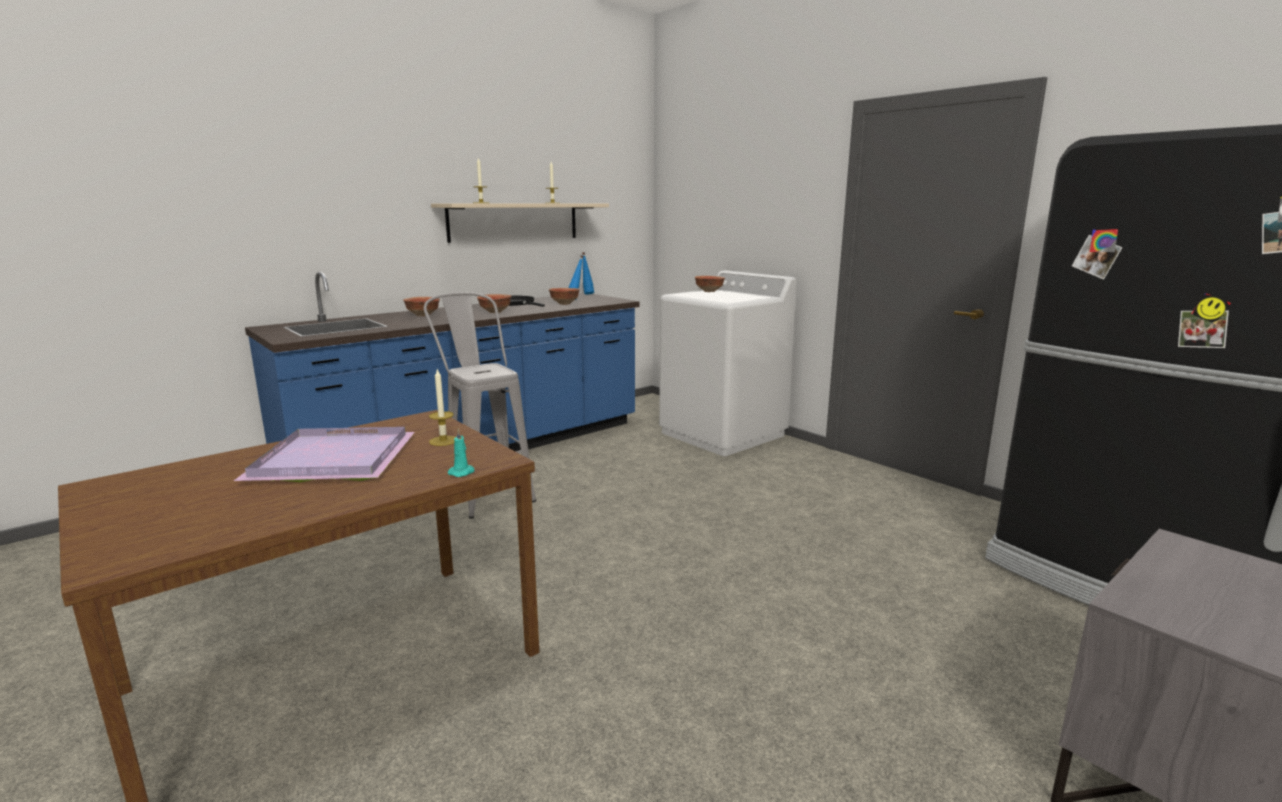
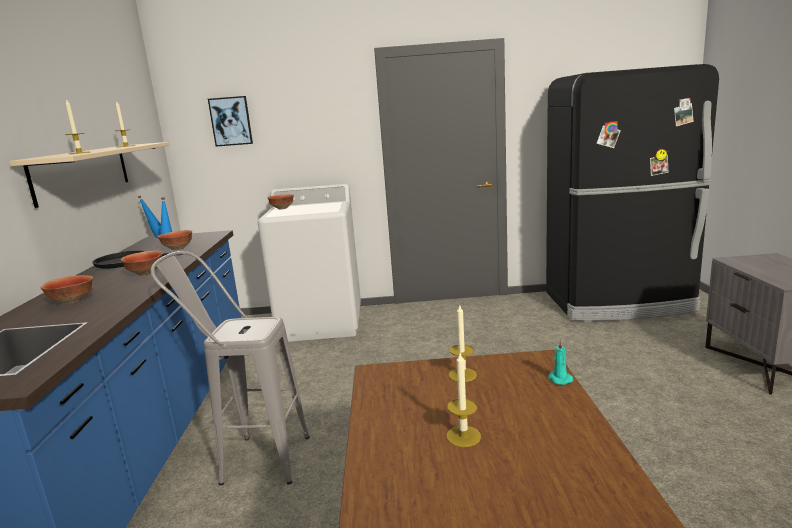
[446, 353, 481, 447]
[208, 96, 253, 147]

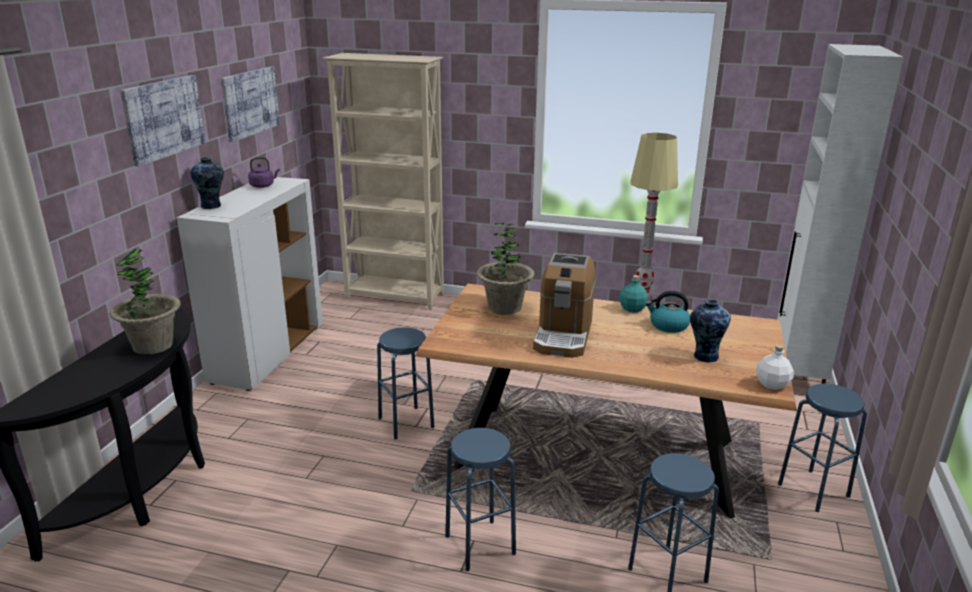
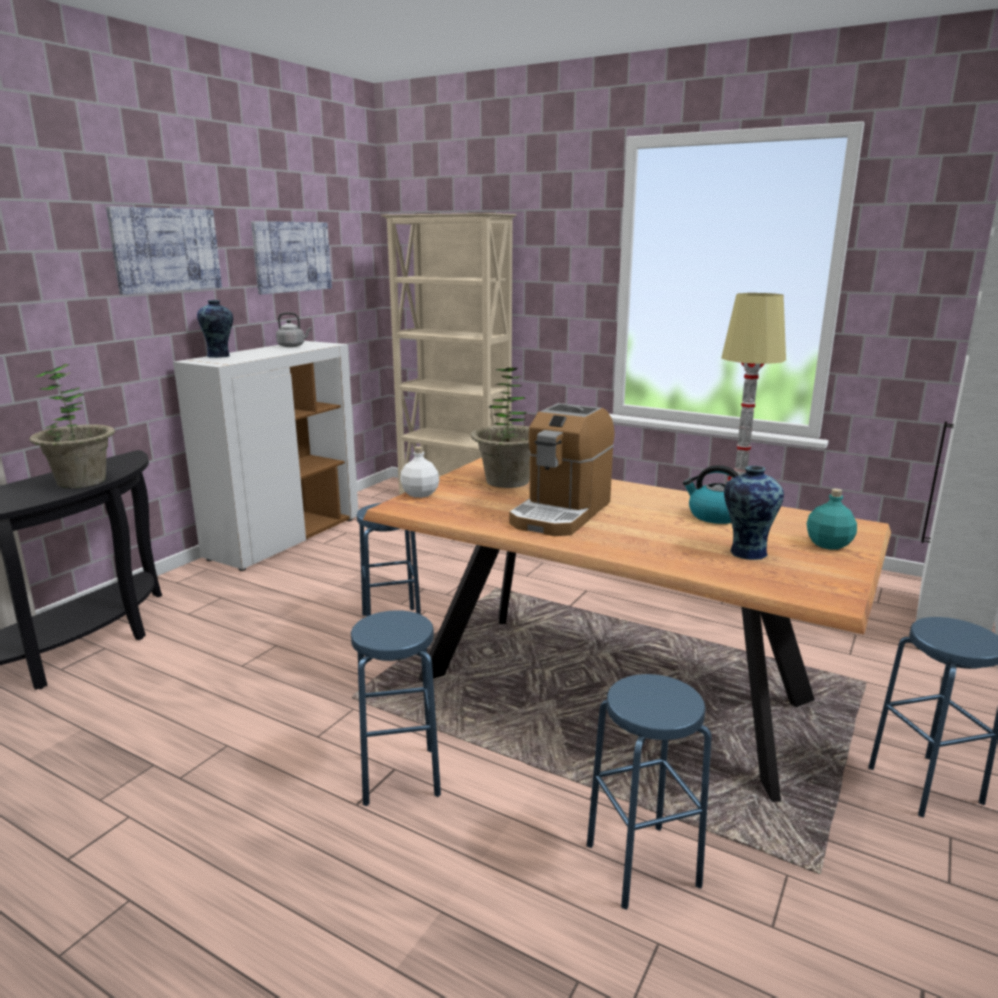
[276, 312, 311, 347]
[807, 489, 857, 550]
[400, 446, 439, 498]

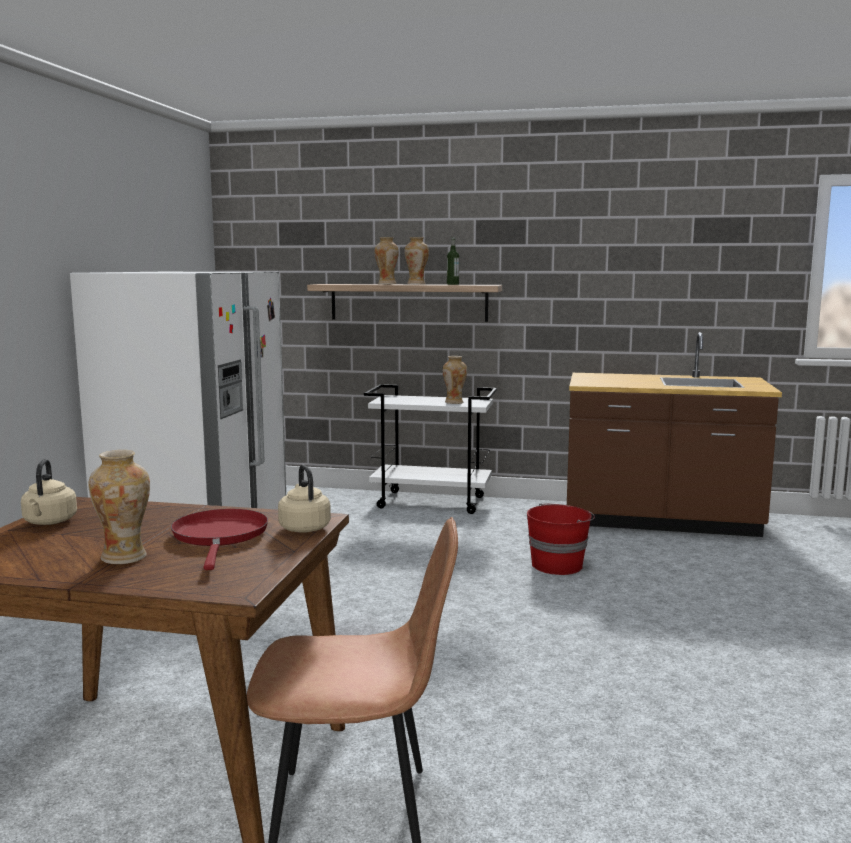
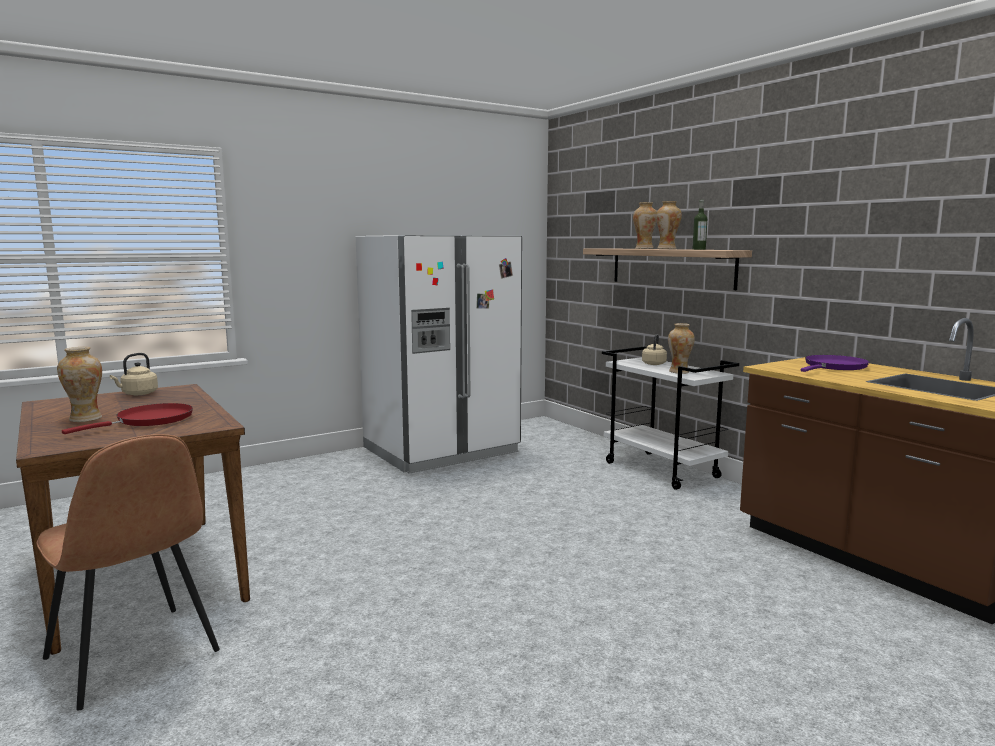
[642, 334, 667, 365]
[527, 503, 595, 575] (first image)
[801, 355, 869, 372]

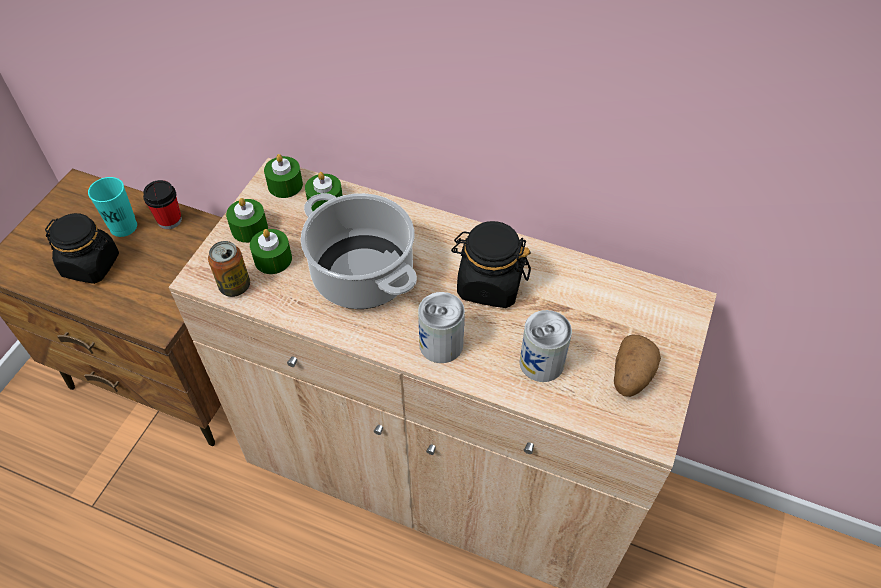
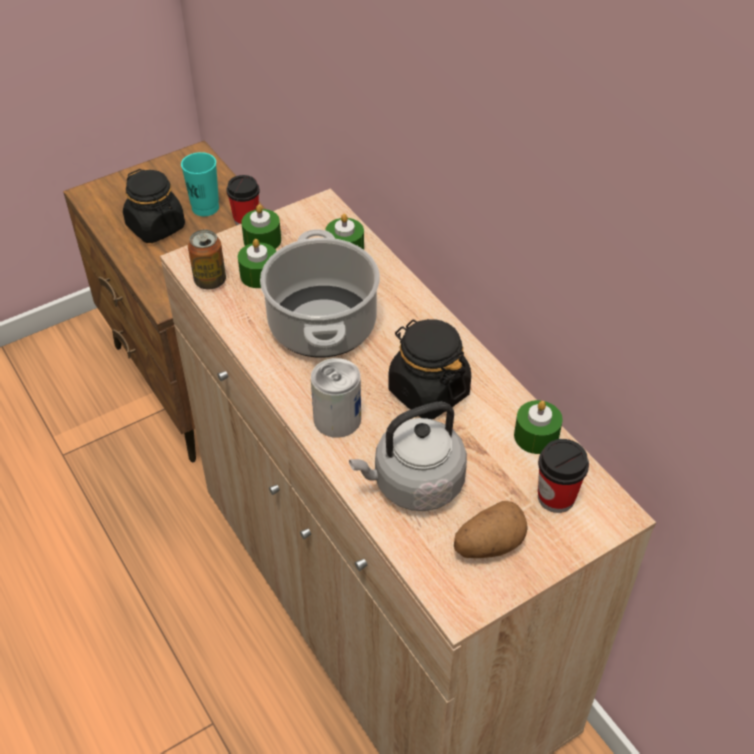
[514, 400, 563, 454]
[349, 401, 467, 511]
[538, 439, 589, 513]

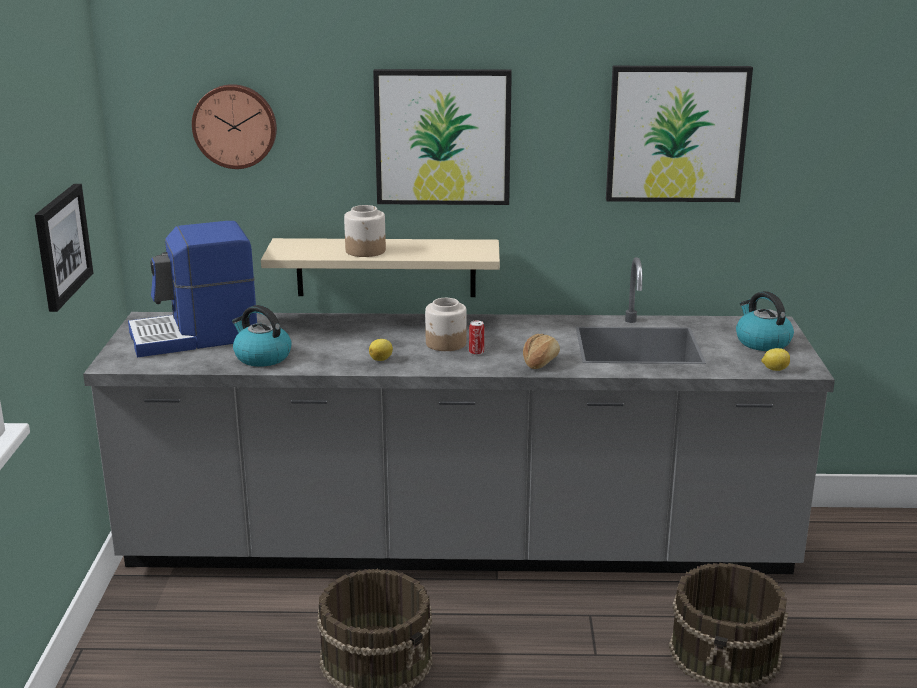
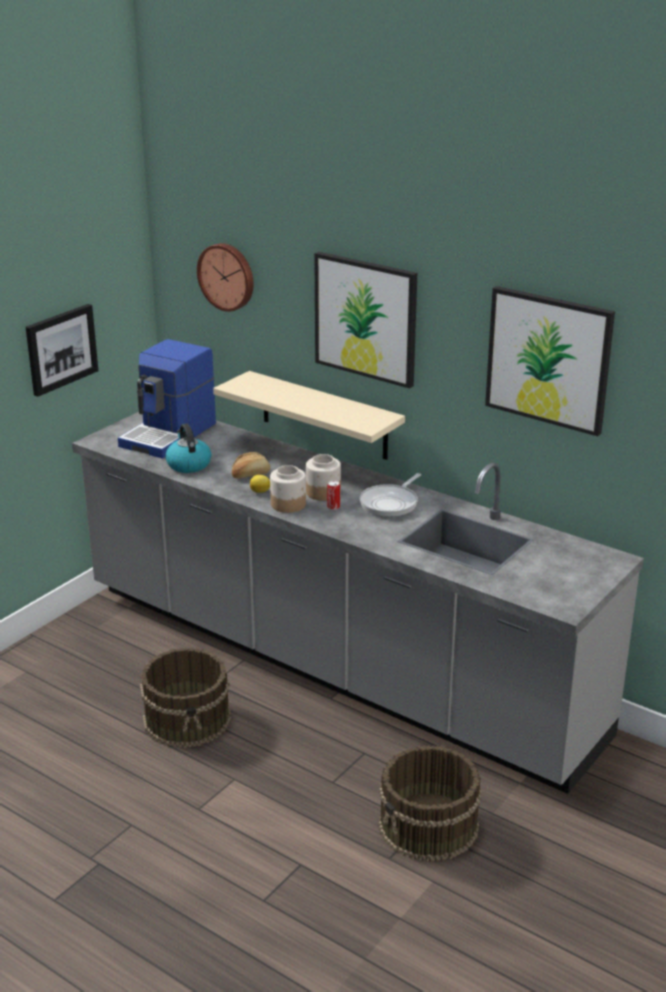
[118, 339, 216, 459]
[270, 465, 306, 513]
[232, 452, 270, 479]
[736, 291, 794, 351] (first image)
[761, 348, 790, 371] (first image)
[360, 473, 421, 517]

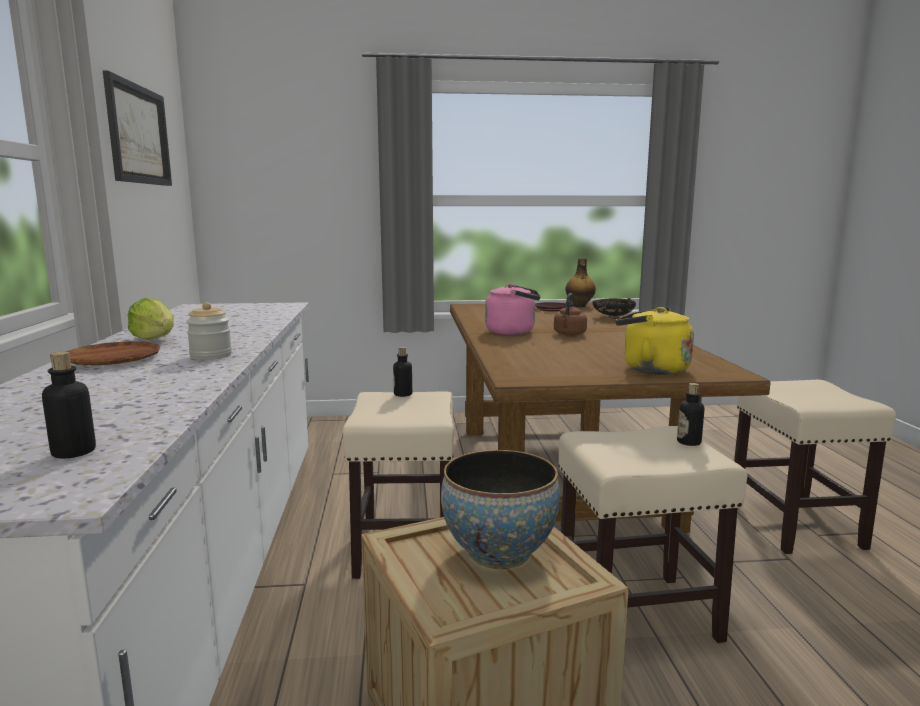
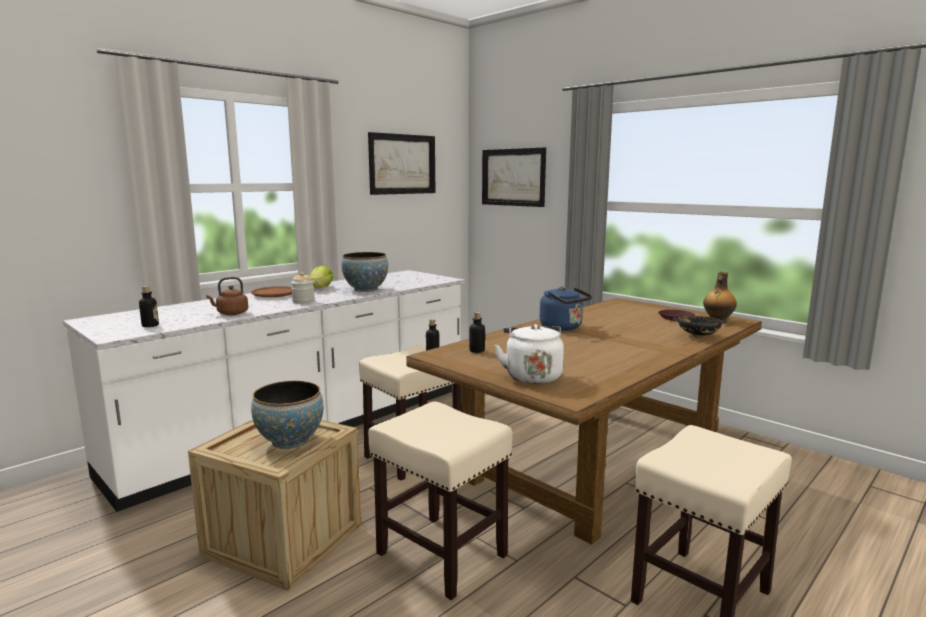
[540, 287, 592, 331]
[206, 277, 248, 315]
[495, 324, 564, 384]
[469, 312, 485, 353]
[342, 252, 388, 292]
[482, 147, 546, 207]

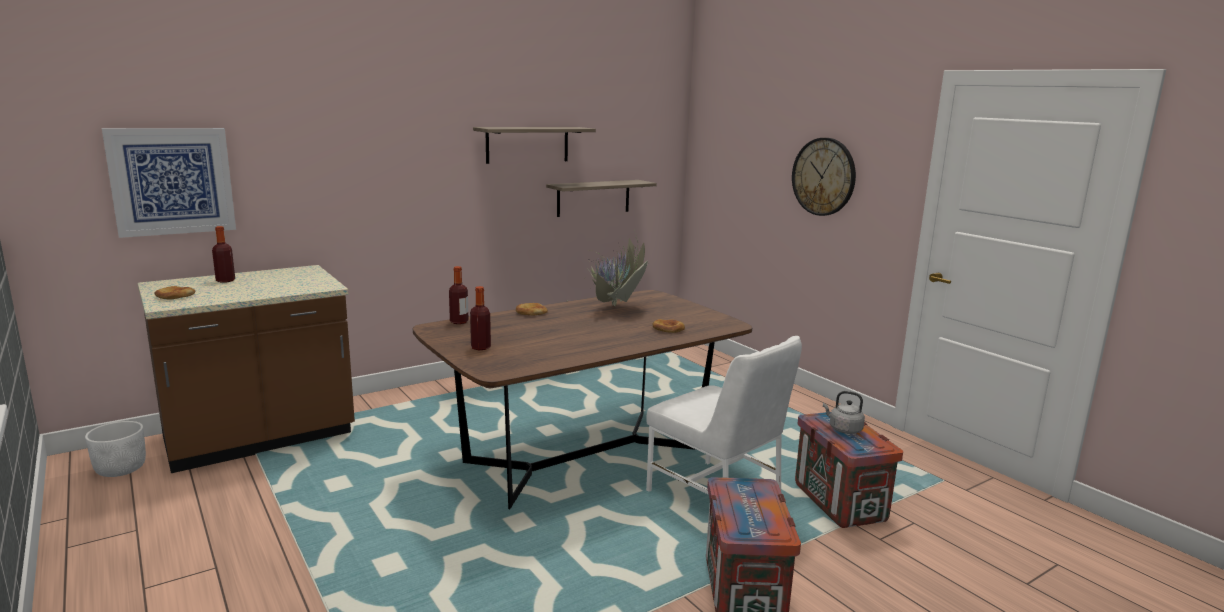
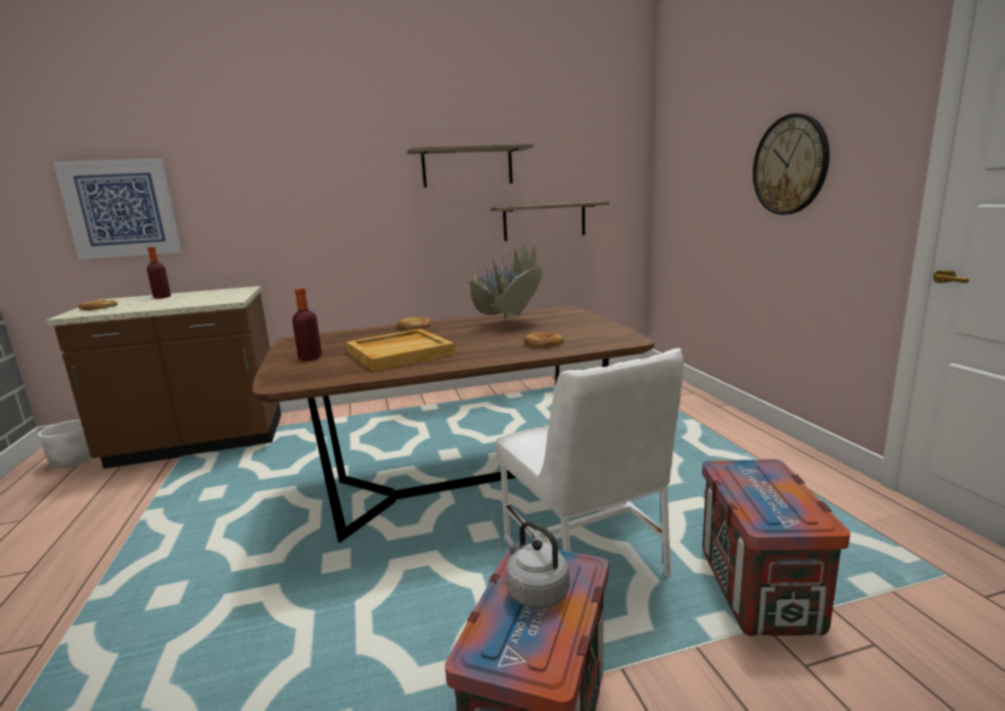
[449, 266, 469, 324] (first image)
[504, 521, 570, 609]
[346, 329, 455, 372]

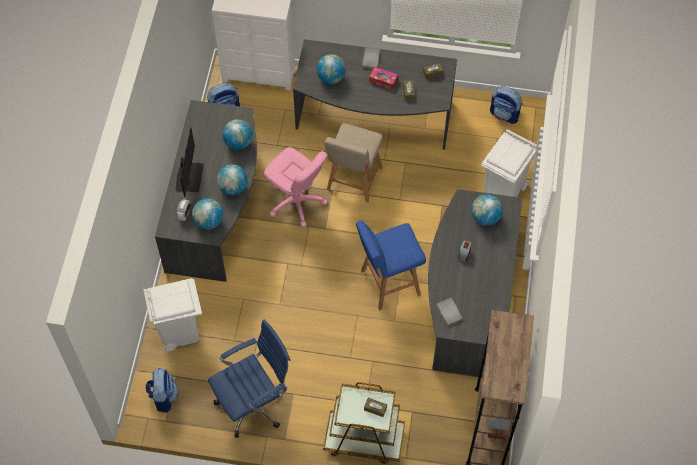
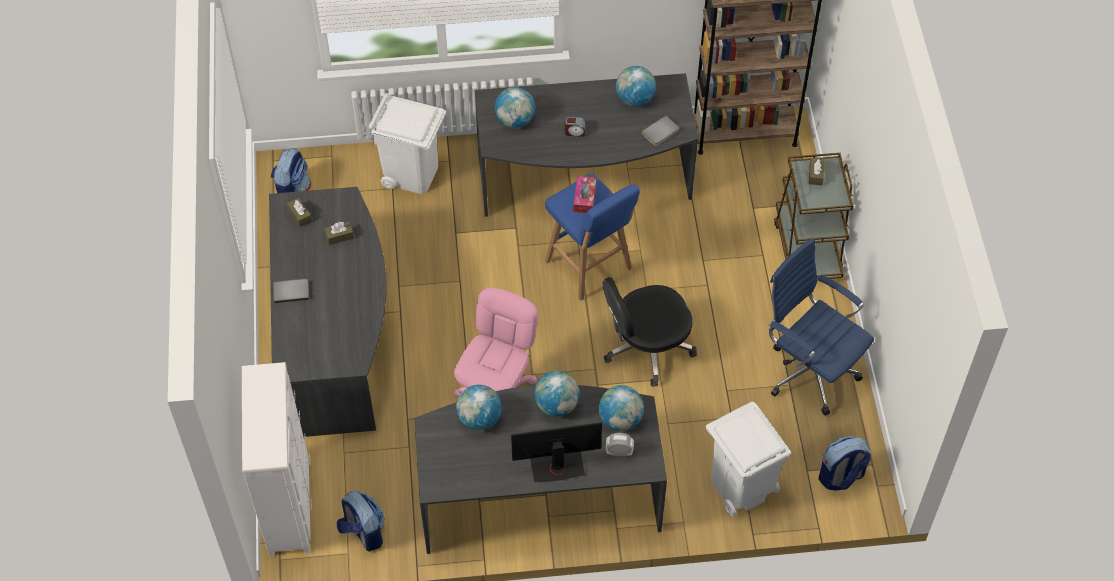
[616, 66, 656, 106]
[325, 123, 383, 202] (first image)
[573, 176, 597, 213]
[603, 277, 697, 387]

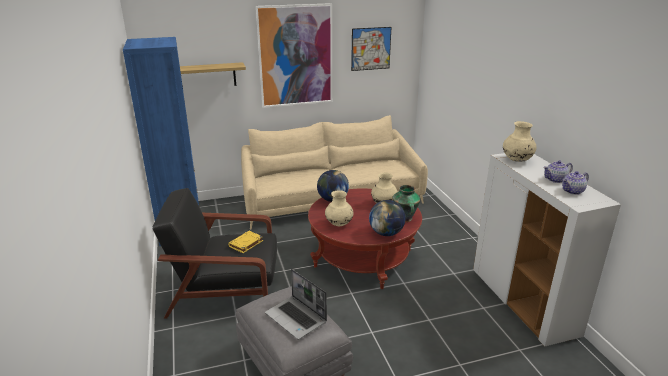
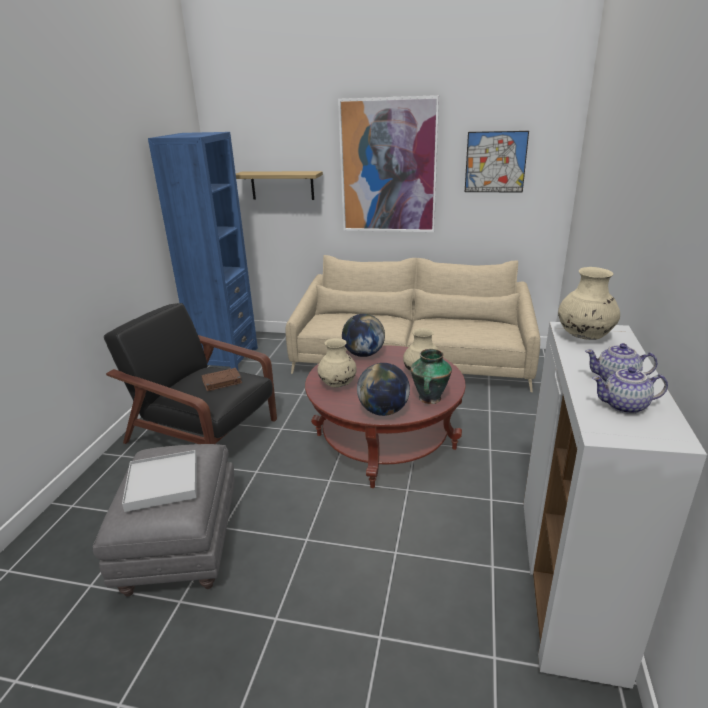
[202, 368, 242, 391]
[122, 450, 197, 512]

